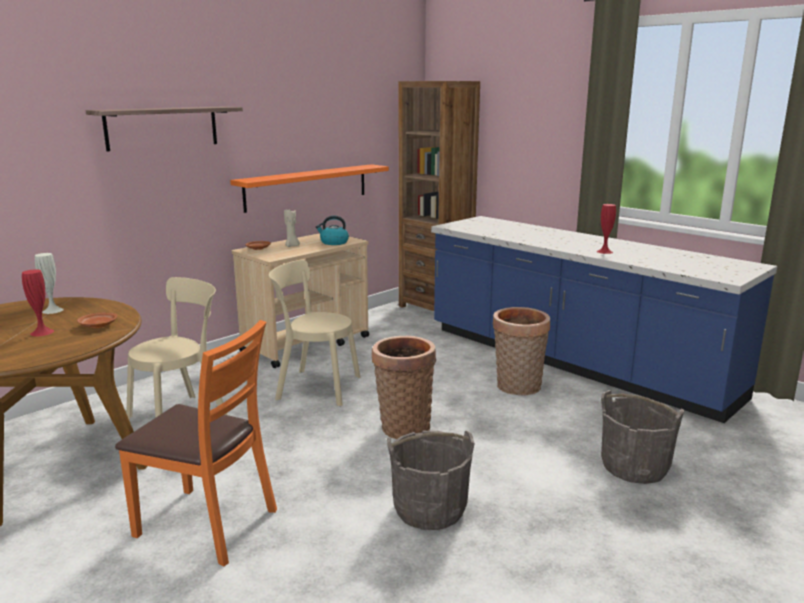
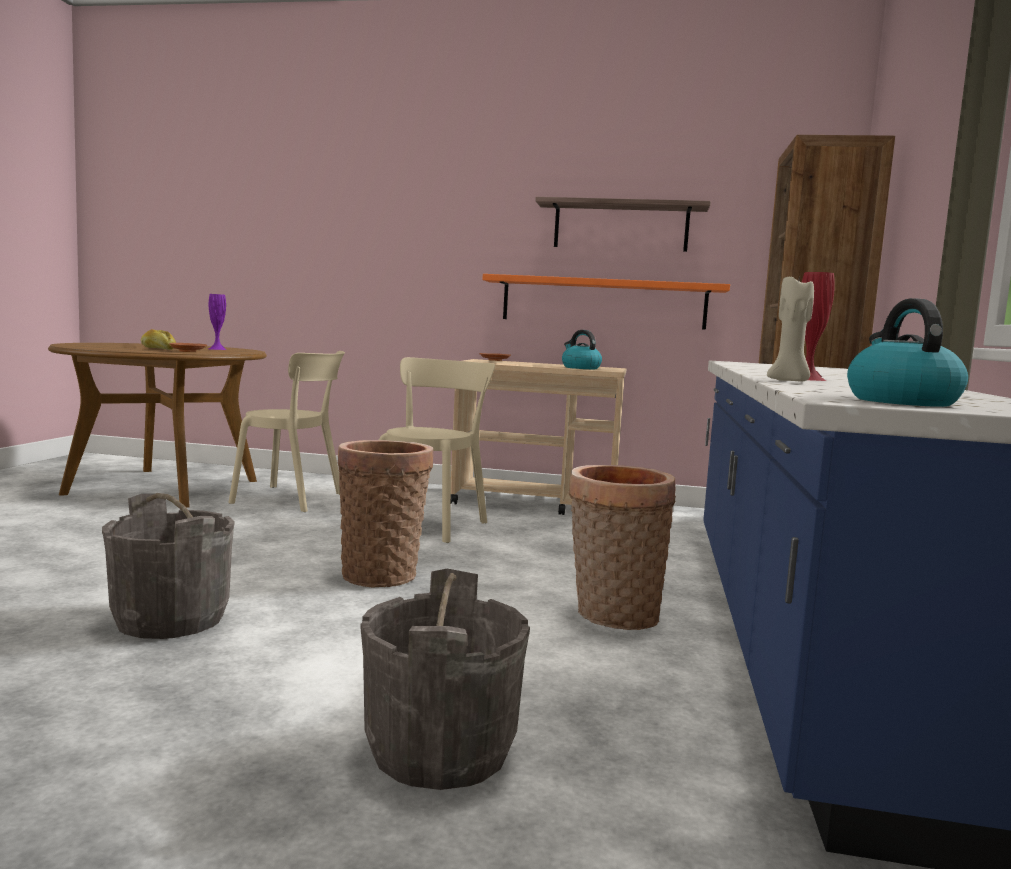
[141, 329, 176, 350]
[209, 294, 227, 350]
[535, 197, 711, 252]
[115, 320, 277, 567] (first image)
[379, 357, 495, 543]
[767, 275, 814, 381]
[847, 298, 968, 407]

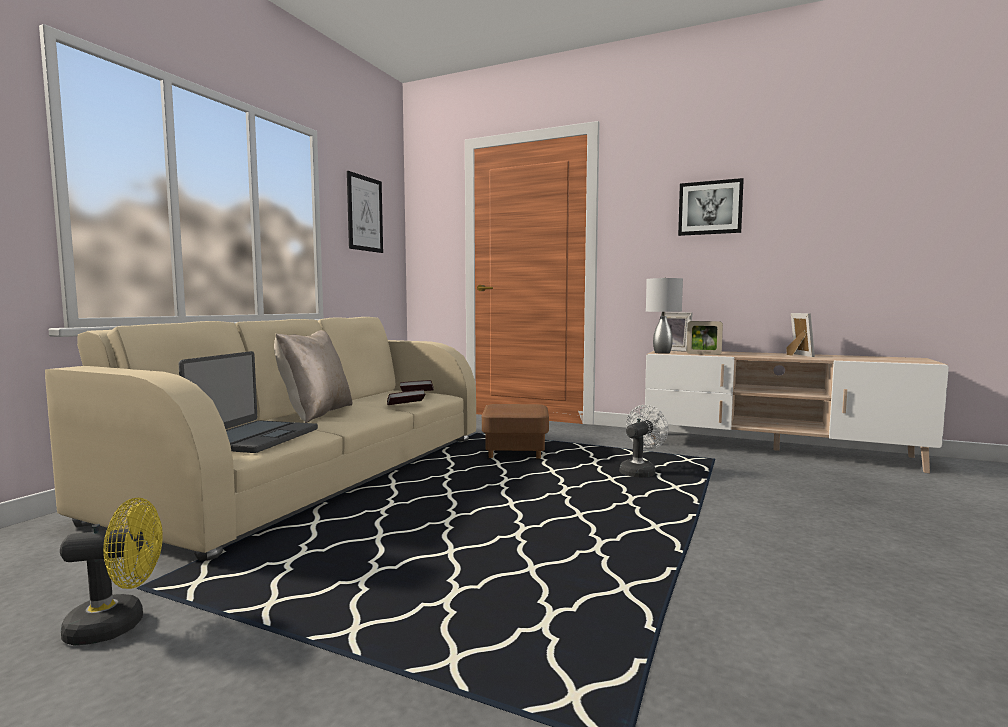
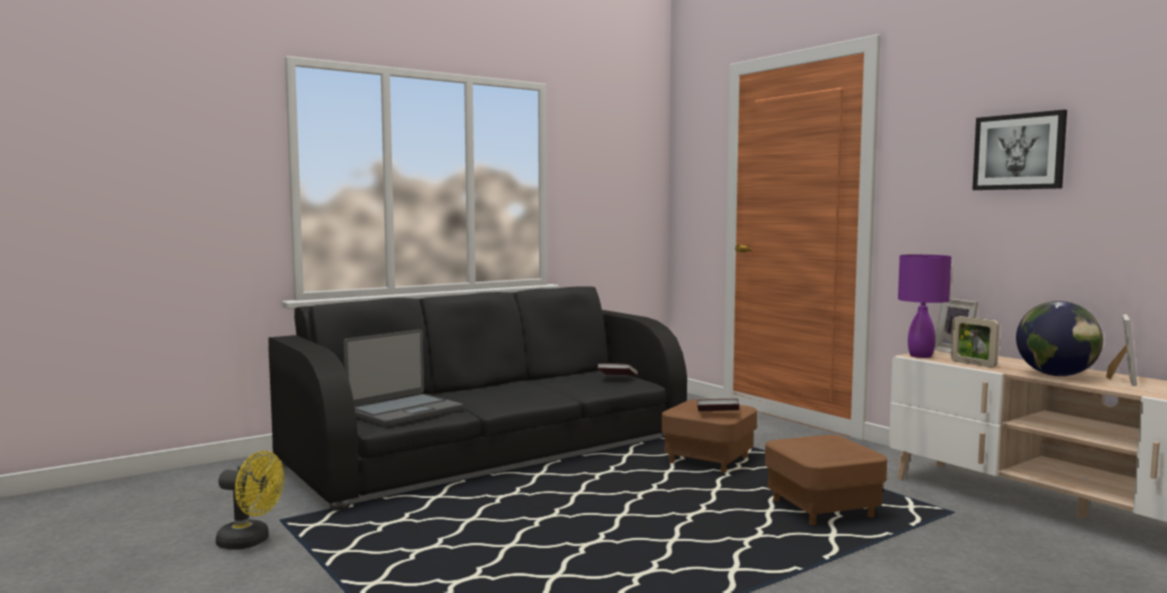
[268, 286, 687, 511]
[274, 330, 353, 423] (first image)
[347, 171, 383, 253] (first image)
[697, 399, 739, 412]
[765, 435, 887, 525]
[898, 254, 951, 358]
[1016, 301, 1103, 376]

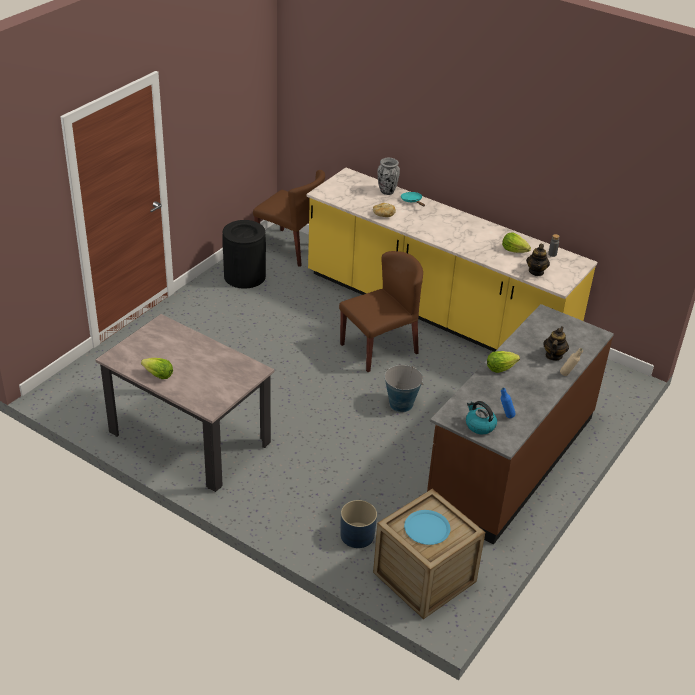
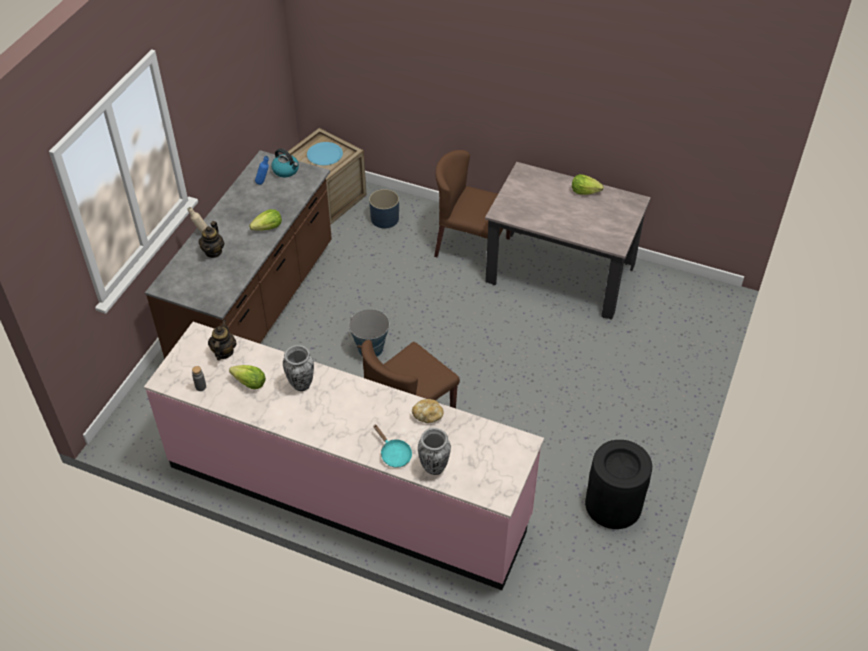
[434, 150, 511, 257]
[144, 322, 544, 590]
[283, 345, 314, 391]

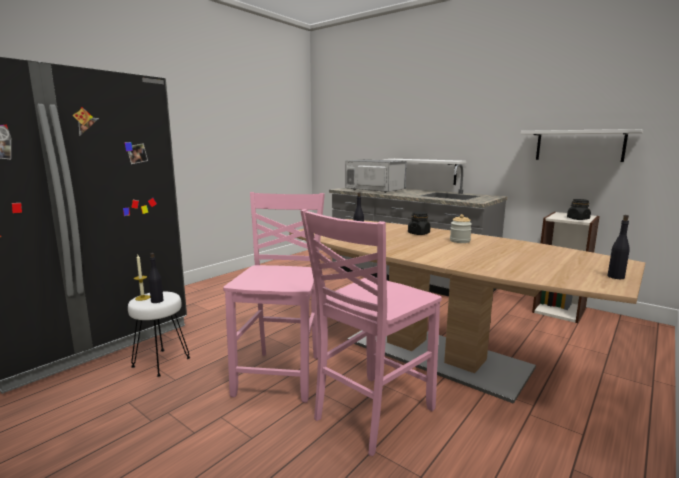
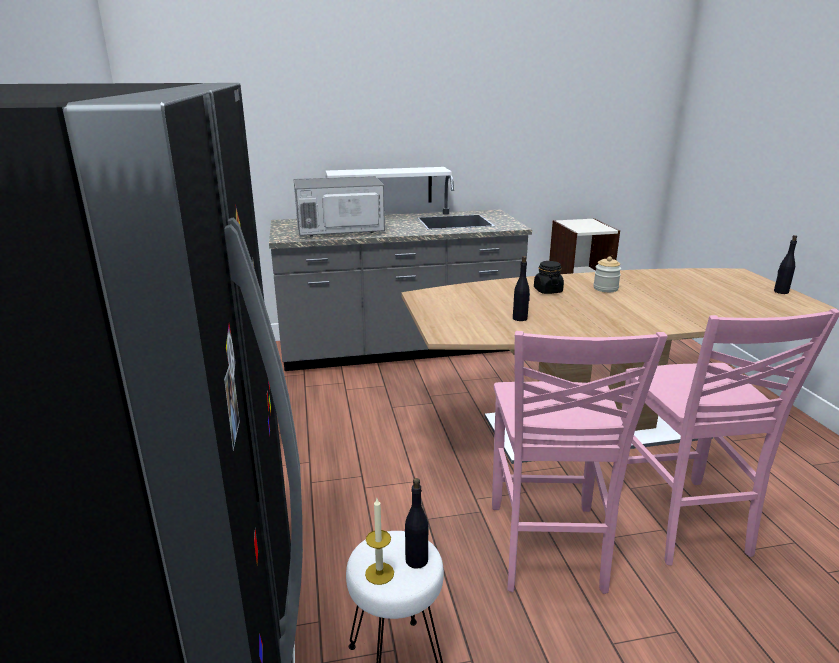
[492, 331, 668, 594]
[521, 129, 643, 162] (first image)
[567, 199, 591, 220] (first image)

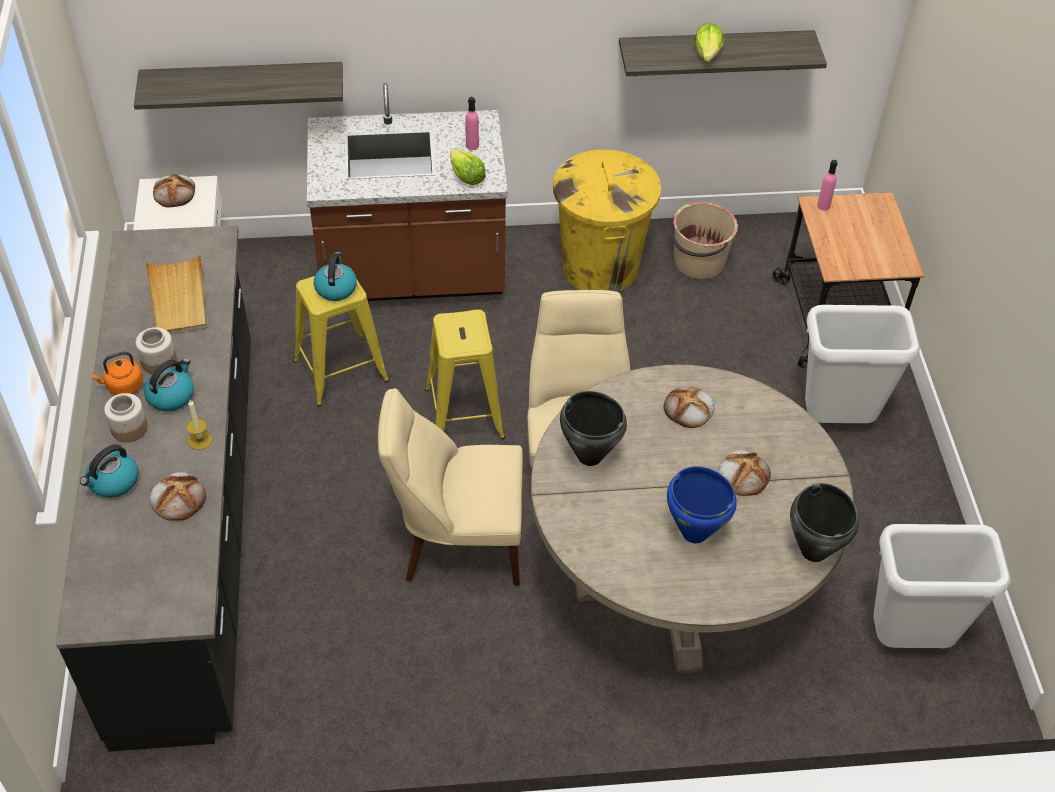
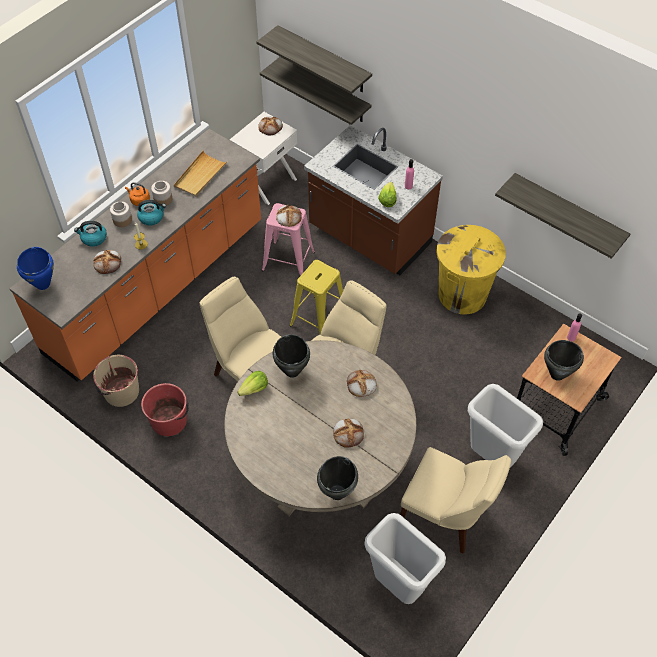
[9, 129, 261, 382]
[262, 203, 315, 276]
[276, 204, 302, 227]
[17, 247, 54, 290]
[93, 355, 139, 407]
[237, 371, 268, 396]
[141, 383, 189, 436]
[256, 25, 372, 94]
[400, 447, 511, 554]
[544, 340, 584, 381]

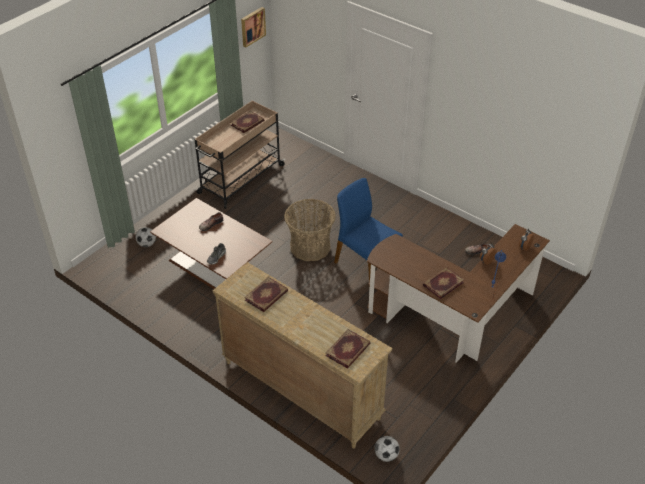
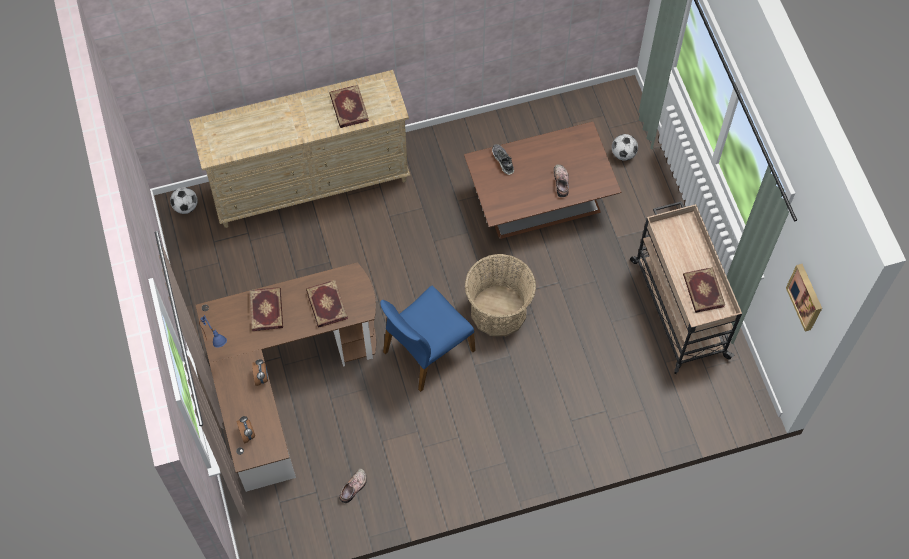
[306, 280, 348, 327]
[380, 286, 476, 392]

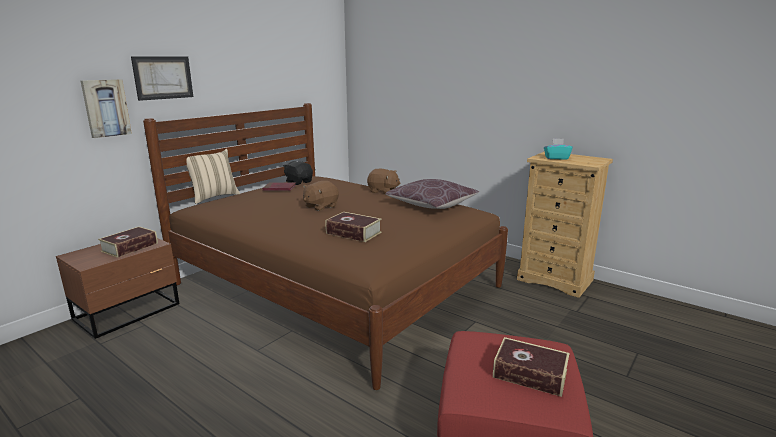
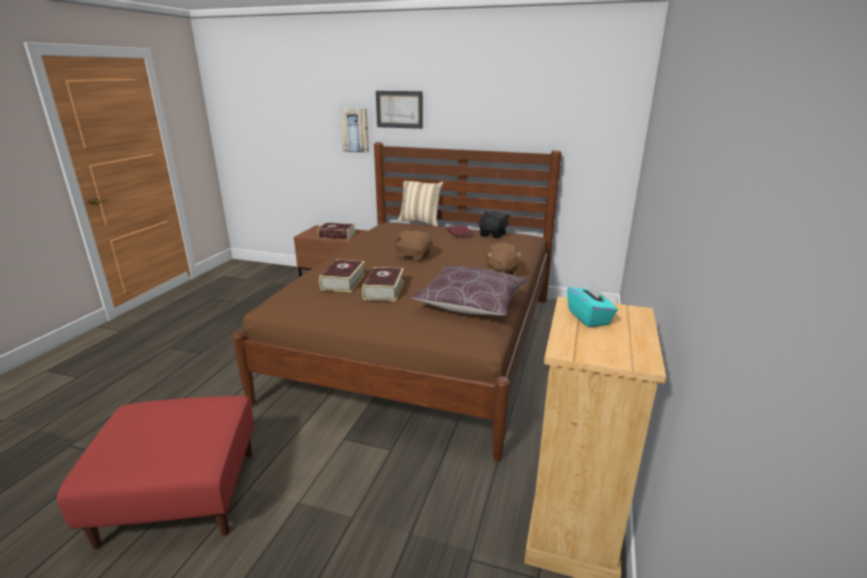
[362, 267, 404, 301]

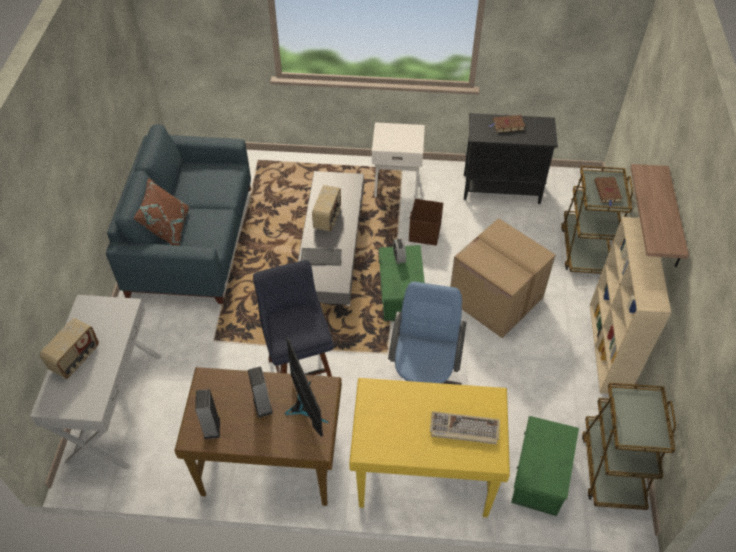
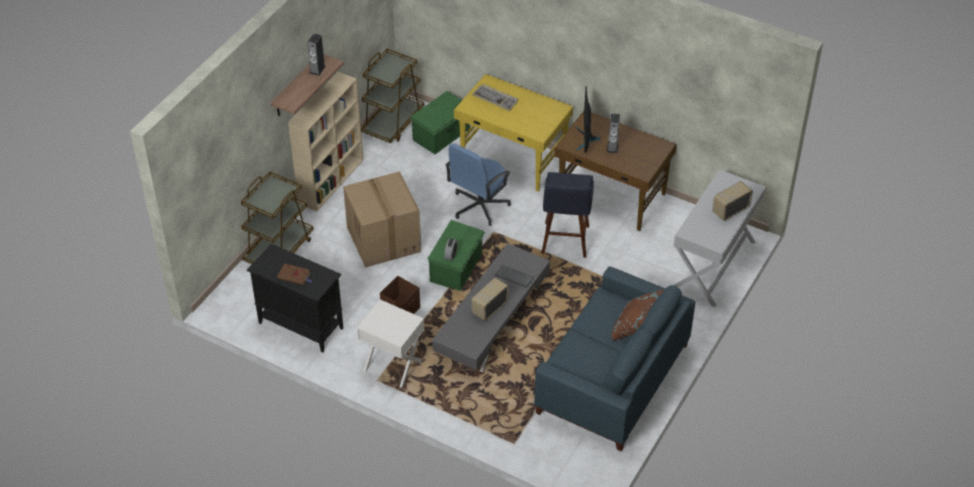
[307, 34, 326, 76]
[594, 177, 622, 207] (first image)

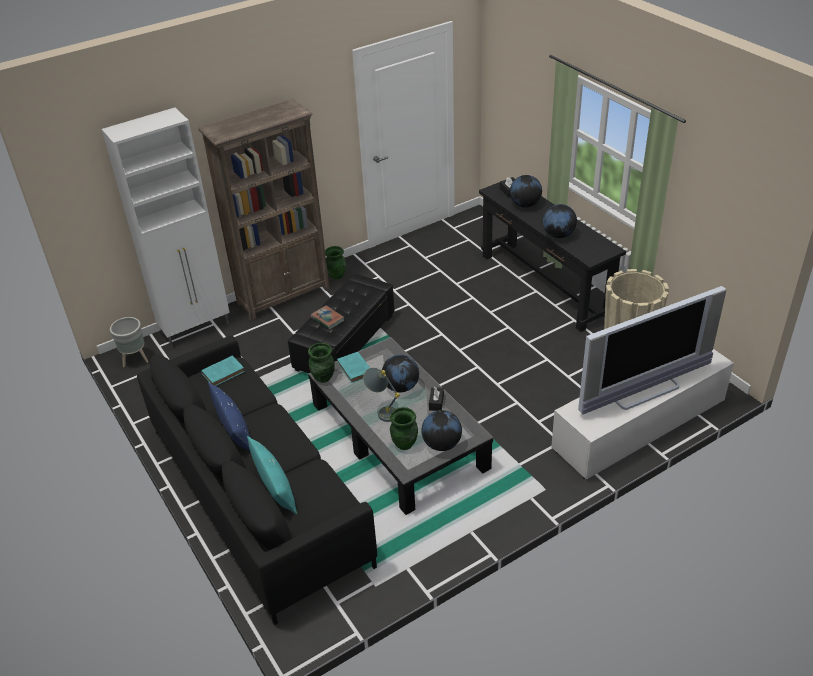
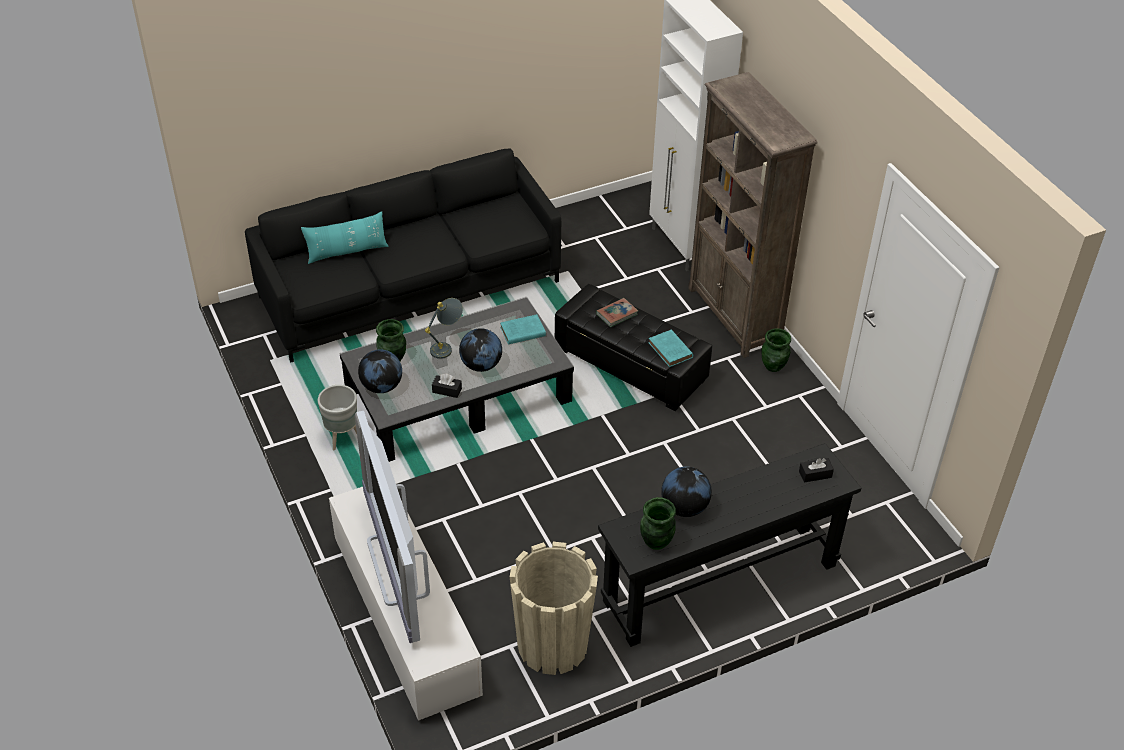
[318, 385, 357, 450]
[648, 330, 693, 367]
[208, 382, 250, 451] (first image)
[640, 497, 676, 550]
[510, 175, 542, 208] (first image)

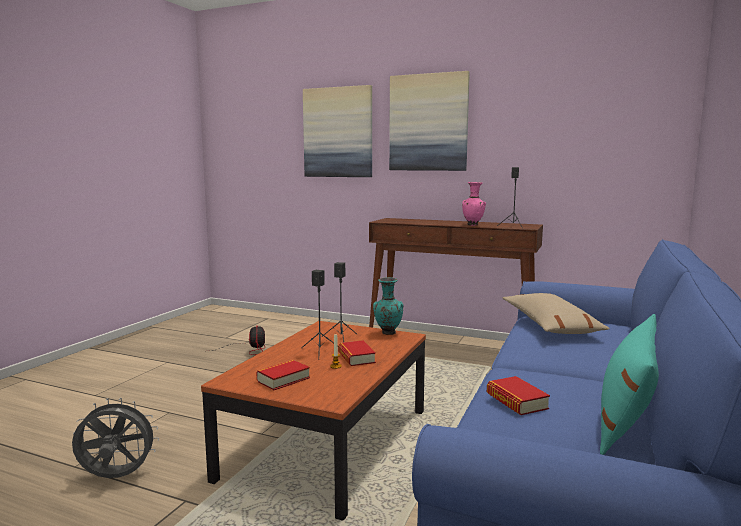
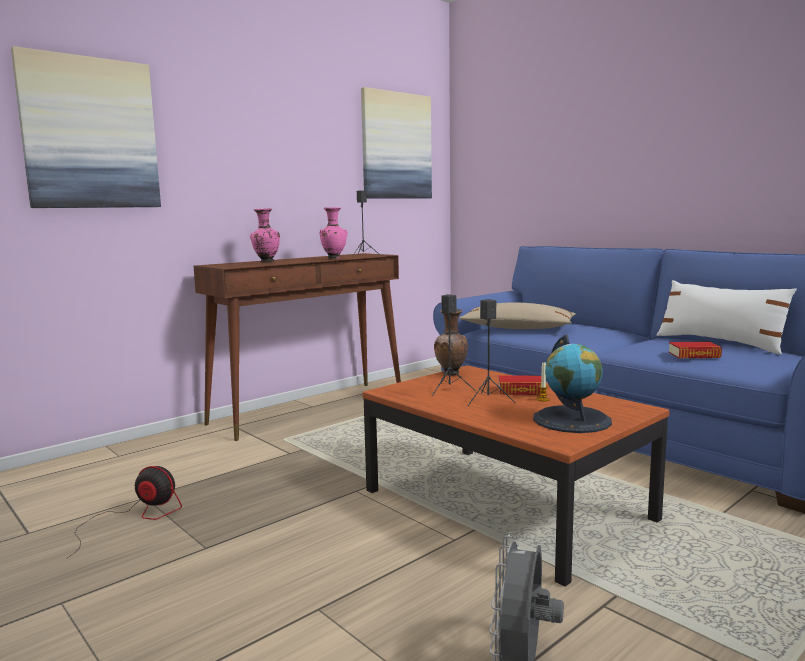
[533, 335, 612, 433]
[434, 308, 468, 375]
[361, 87, 432, 199]
[657, 280, 797, 355]
[250, 208, 280, 262]

